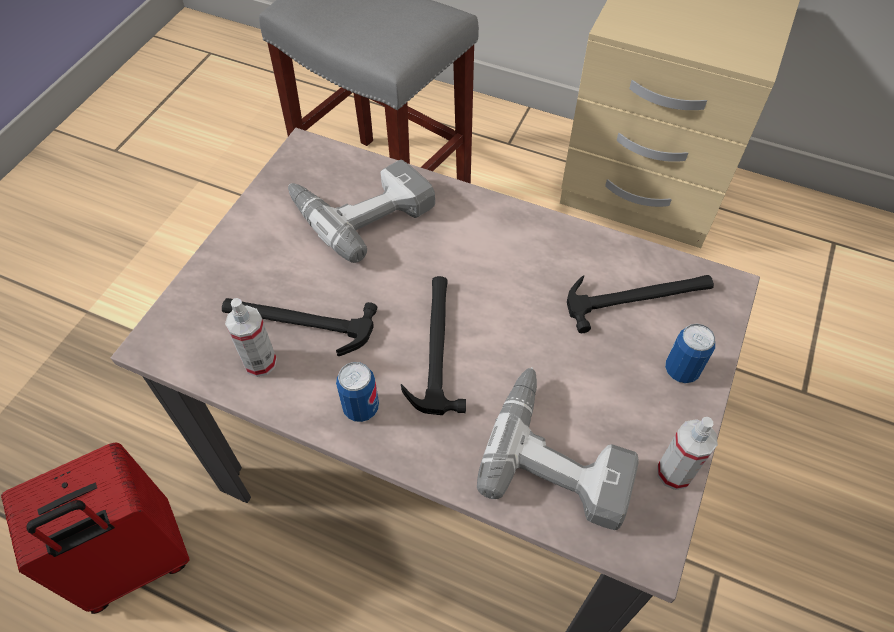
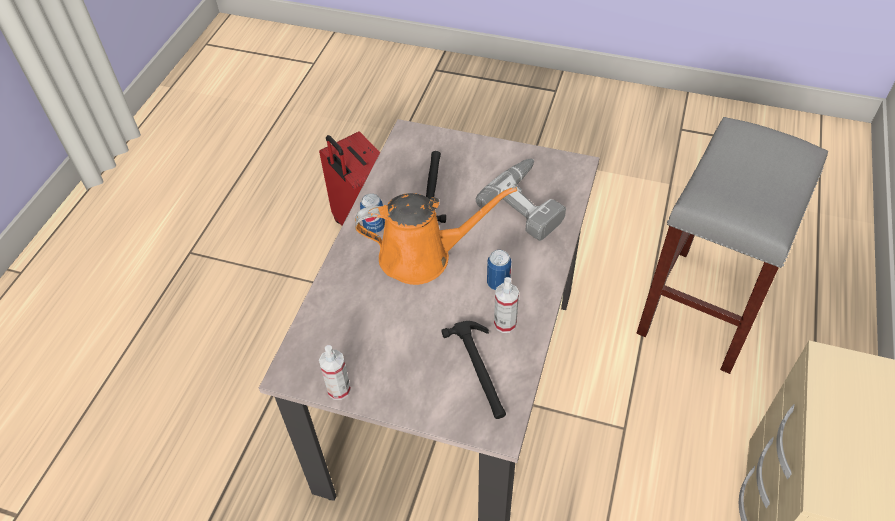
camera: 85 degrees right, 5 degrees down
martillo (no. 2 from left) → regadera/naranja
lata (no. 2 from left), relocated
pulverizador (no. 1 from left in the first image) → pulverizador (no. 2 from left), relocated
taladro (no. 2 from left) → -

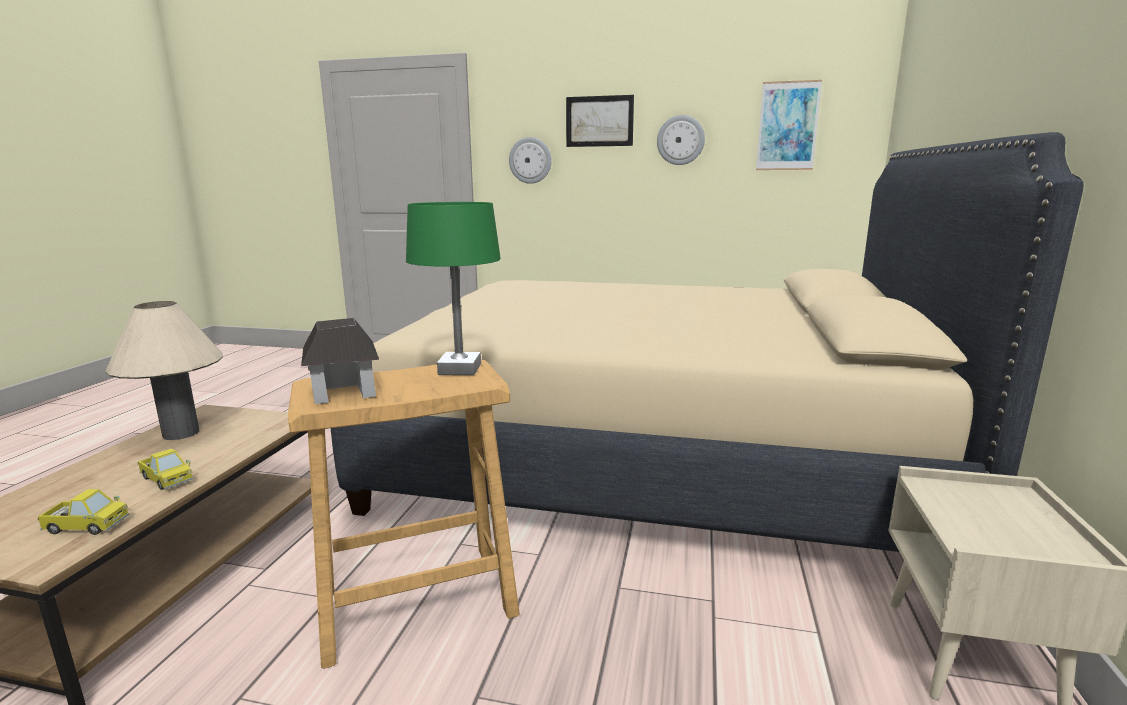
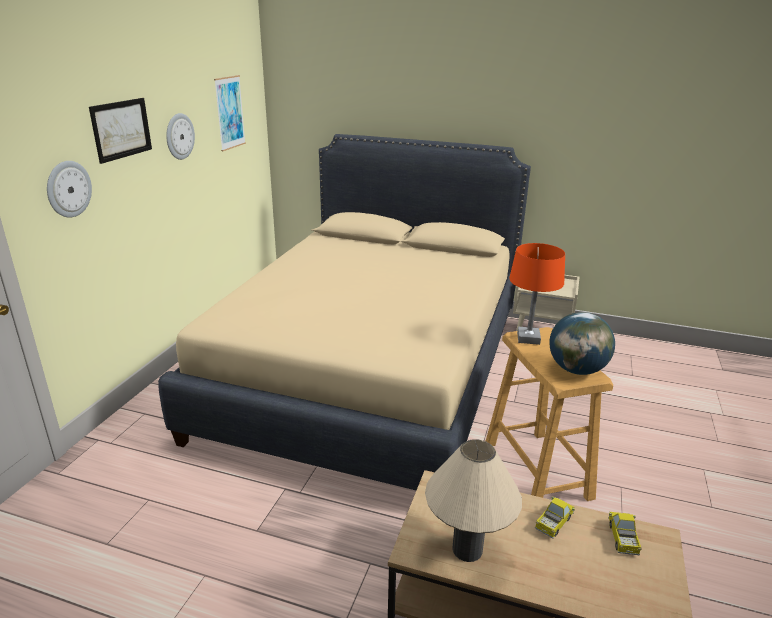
camera: 85 degrees left, 10 degrees up
lámpara de mesa/verde → lámpara de mesa/naranja
casita → globo terráqueo

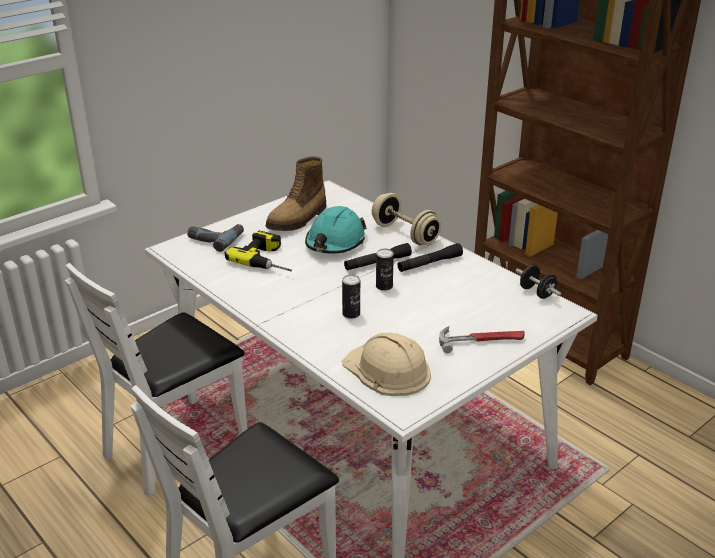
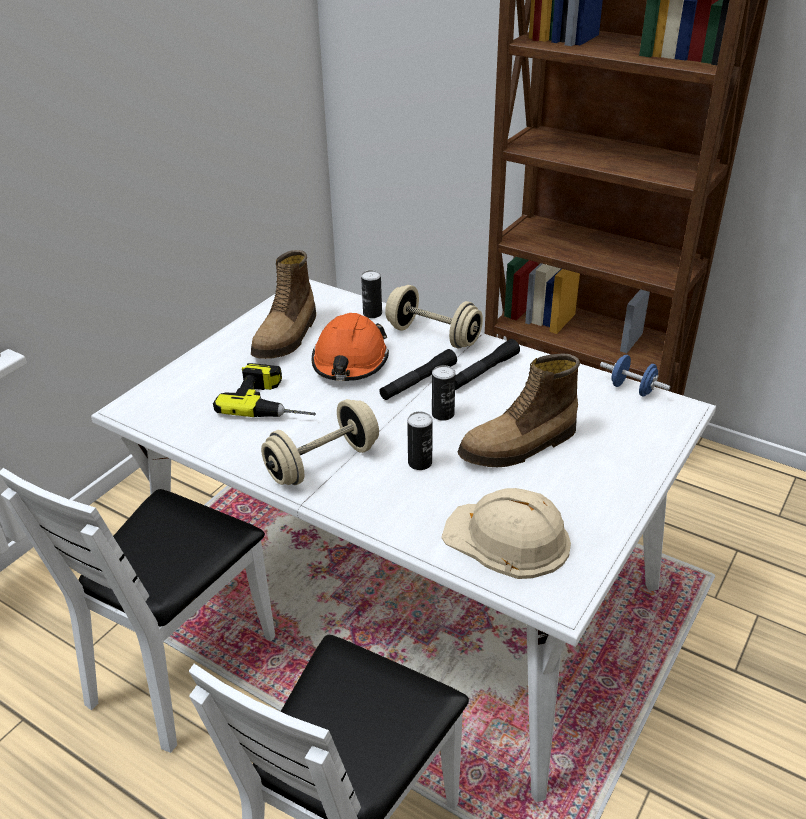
camera: 15 degrees left, 5 degrees up
- → mancuerna/beis (no. 1 from left)
casco/turquesa → casco/naranja
- → lata (no. 1 from left)
- → bota (no. 2 from left)
mancuerna/negro → mancuerna/azul
taladro (no. 1 from left) → -
martillo → -

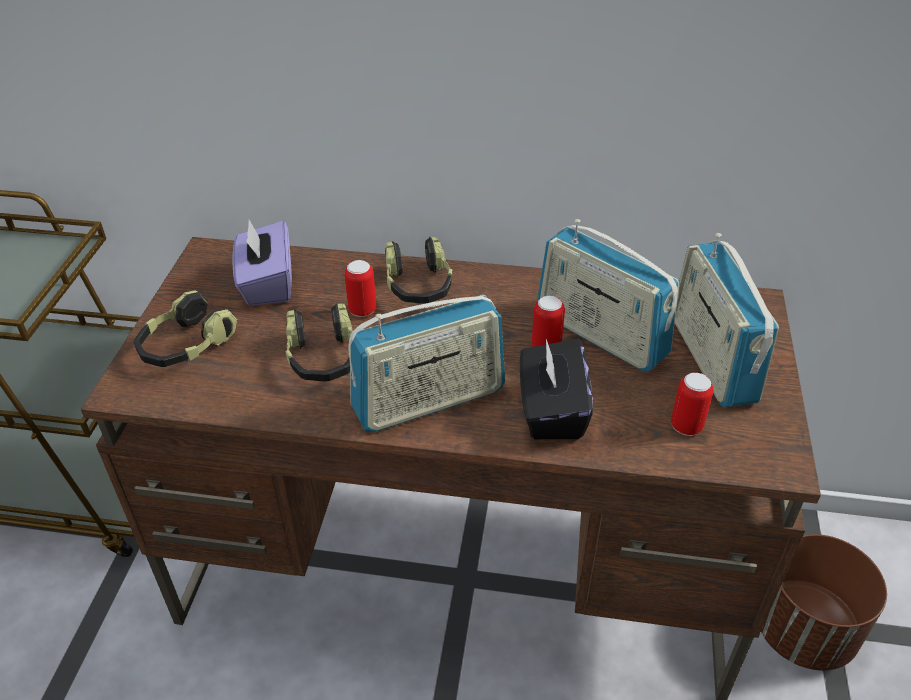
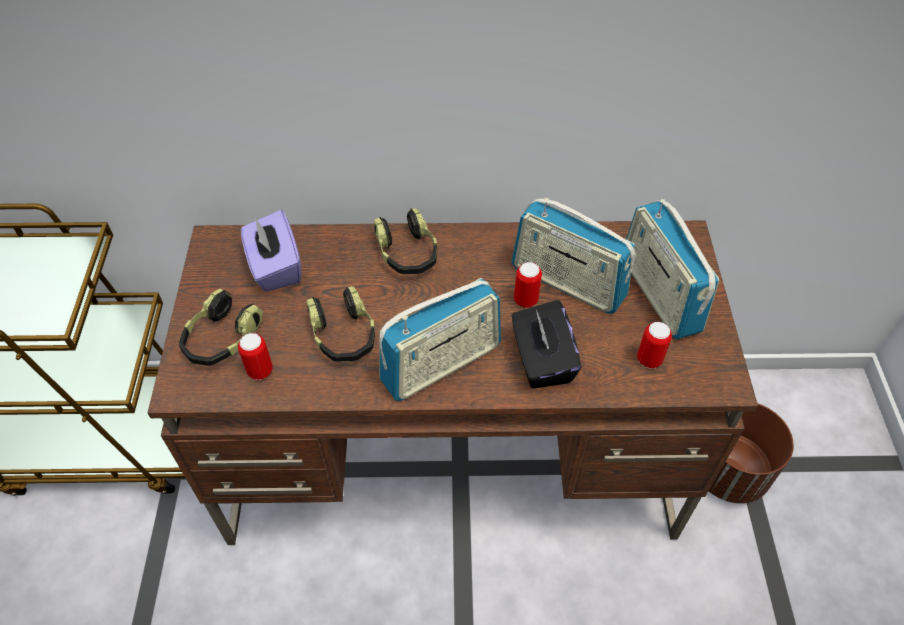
camera: 10 degrees left, 10 degrees up
lata (no. 1 from left), relocated

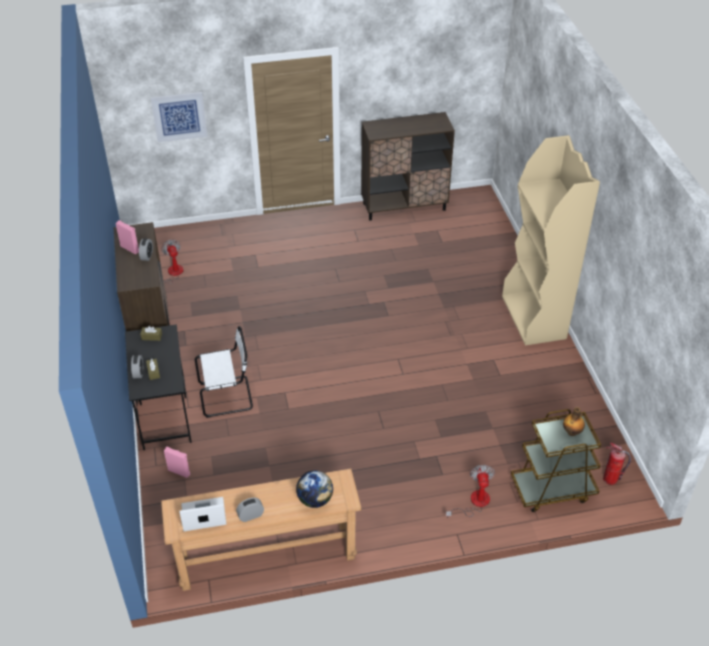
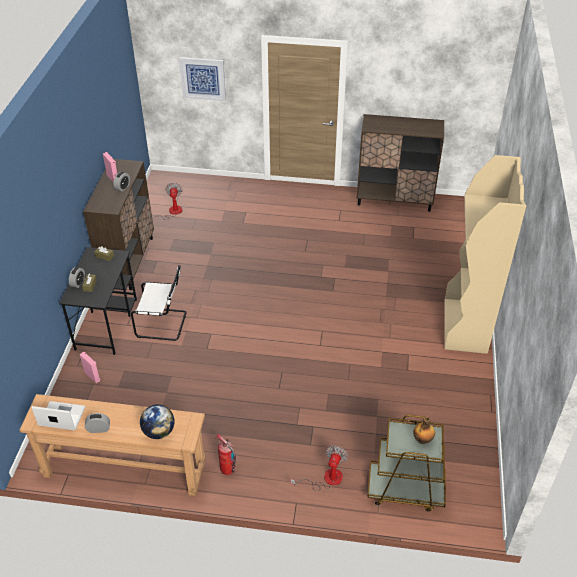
camera: 20 degrees right, 0 degrees up
extintor, relocated

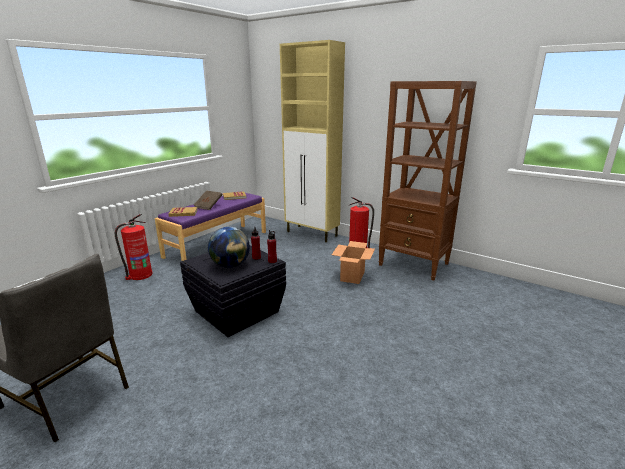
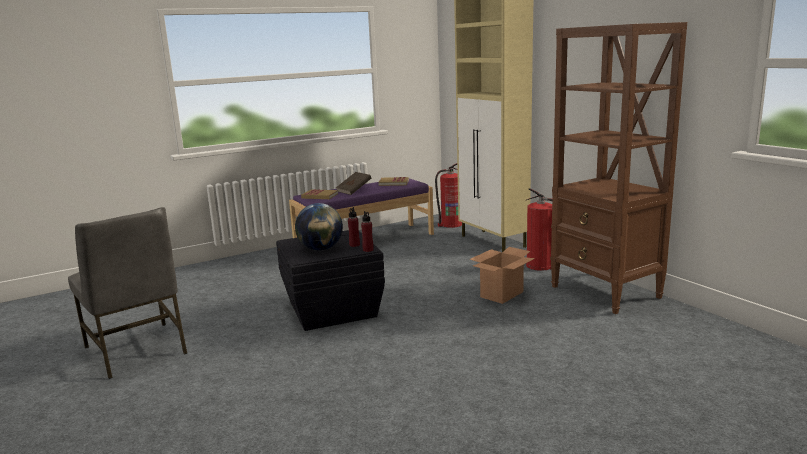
camera: 25 degrees right, 5 degrees down
extintor (no. 1 from left), relocated

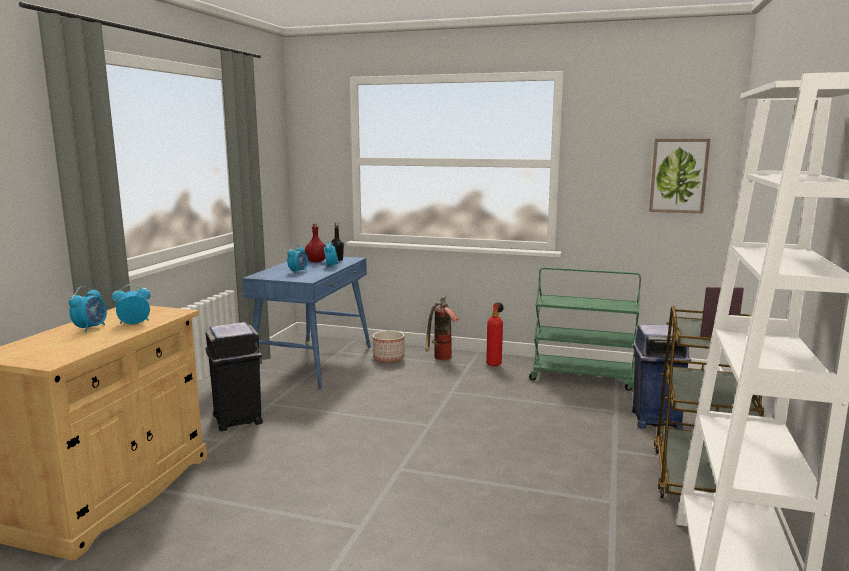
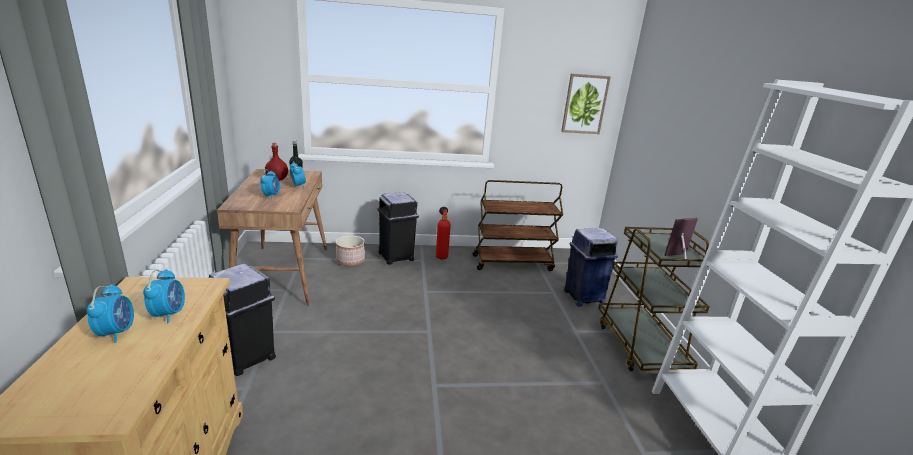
camera: 25 degrees left, 10 degrees up
despertador (no. 2 from left), 135 degrees clockwise
escritorio/azul → escritorio/marrón
extintor (no. 1 from left) → papelera/negro (no. 2 from left)
carrito/verde → carrito/marrón (no. 1 from left)

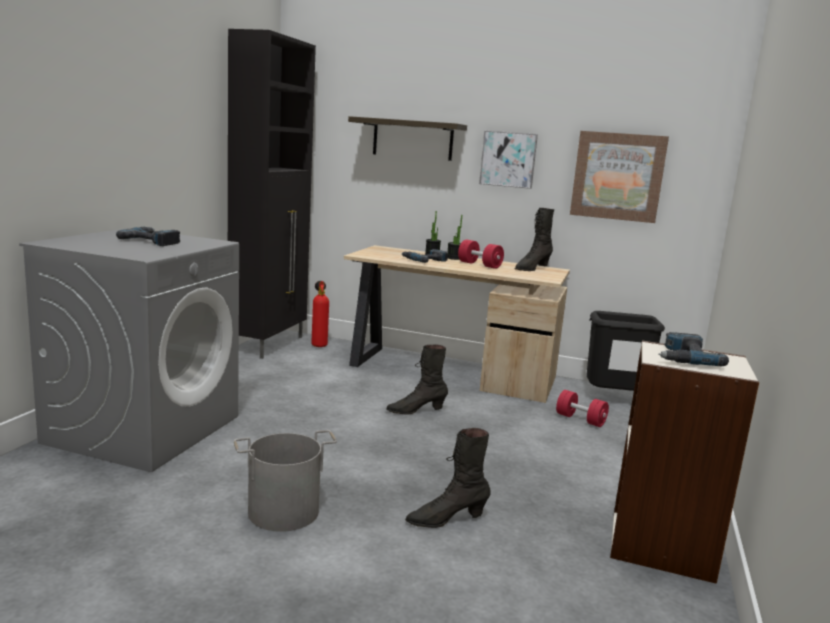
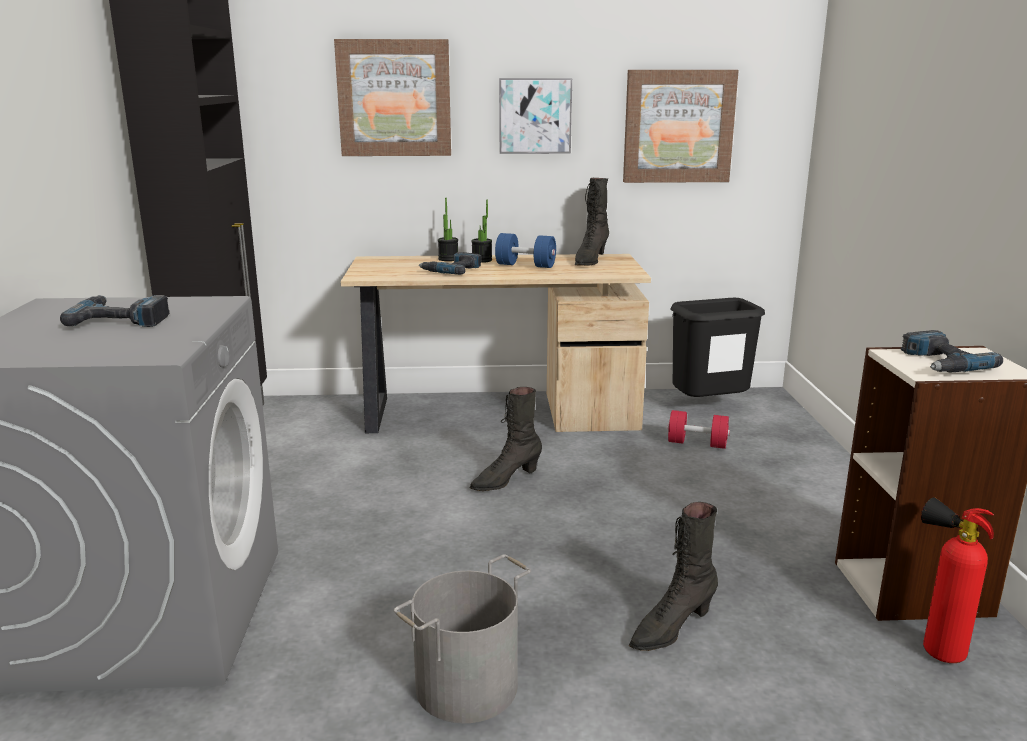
camera: 20 degrees left, 5 degrees up
estante → cuadro (no. 1 from left)
mancuerna/rojo (no. 1 from left) → mancuerna/azul
extintor, relocated

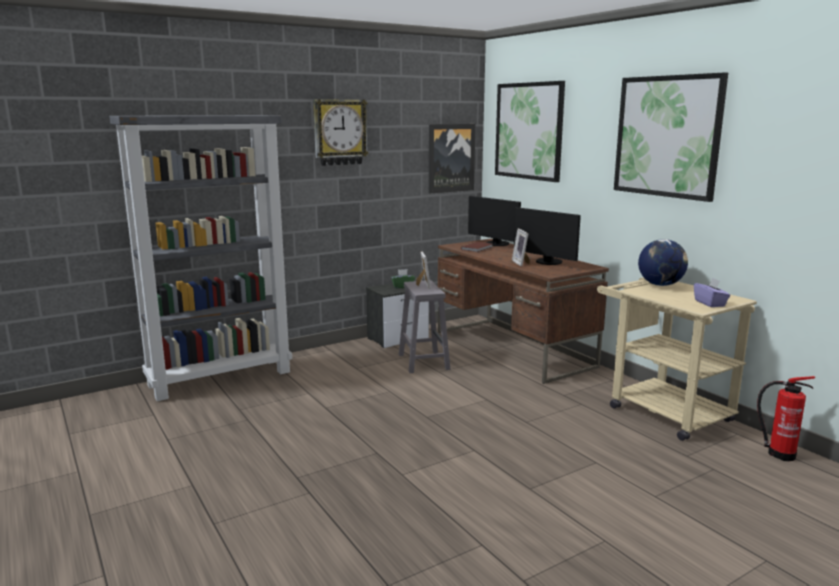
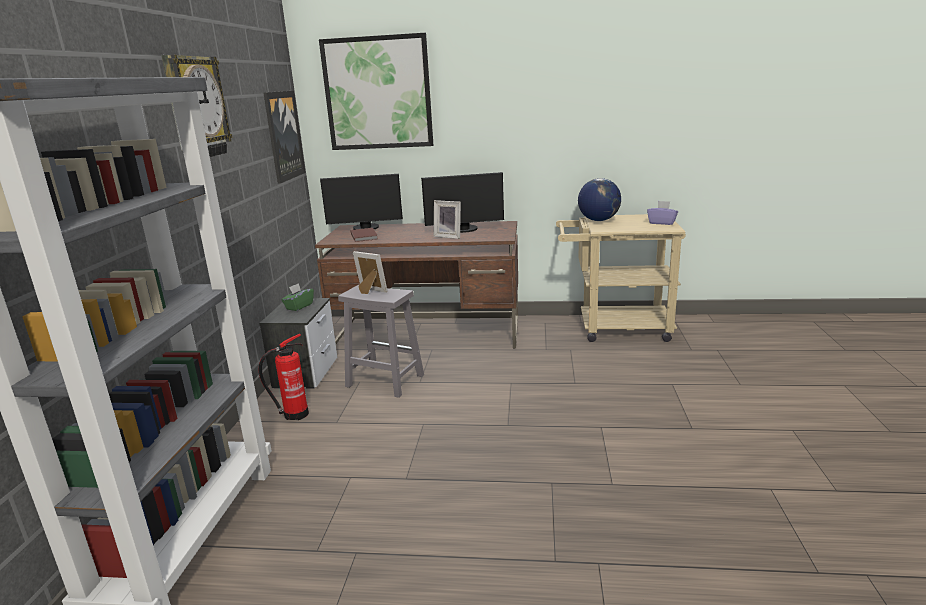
camera: 50 degrees left, 5 degrees up
extintor, relocated
cuadro (no. 3 from left) → -

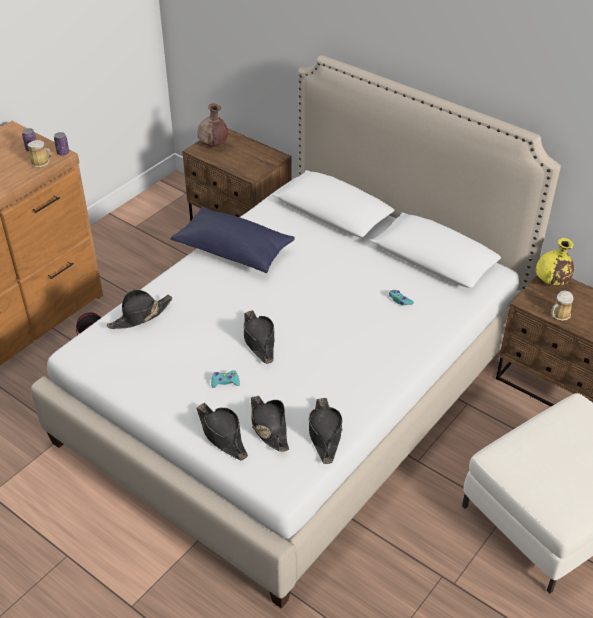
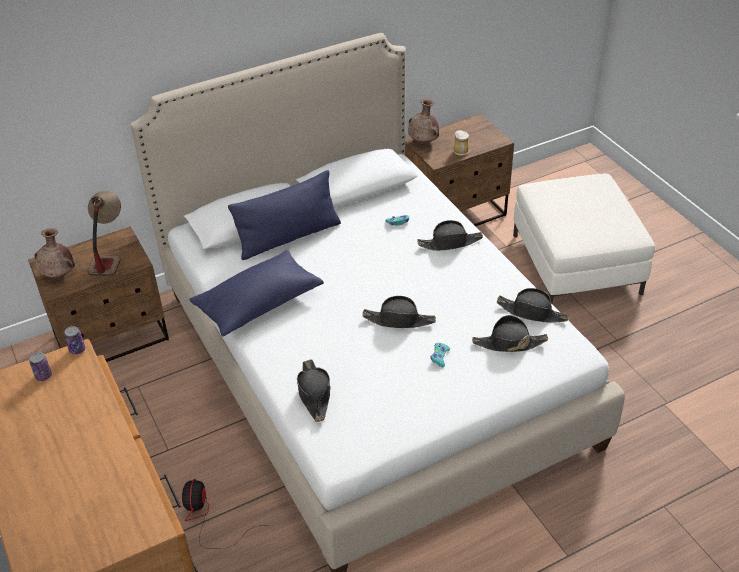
camera: 65 degrees left, 0 degrees up
- → lámpara de mesa
- → cojín/azul (no. 2 from left)
florero/amarillo → florero/marrón (no. 2 from left)
sombrero/negro (no. 2 from left in the first image) → sombrero/negro (no. 3 from left), relocated
taza grande (no. 1 from left) → -

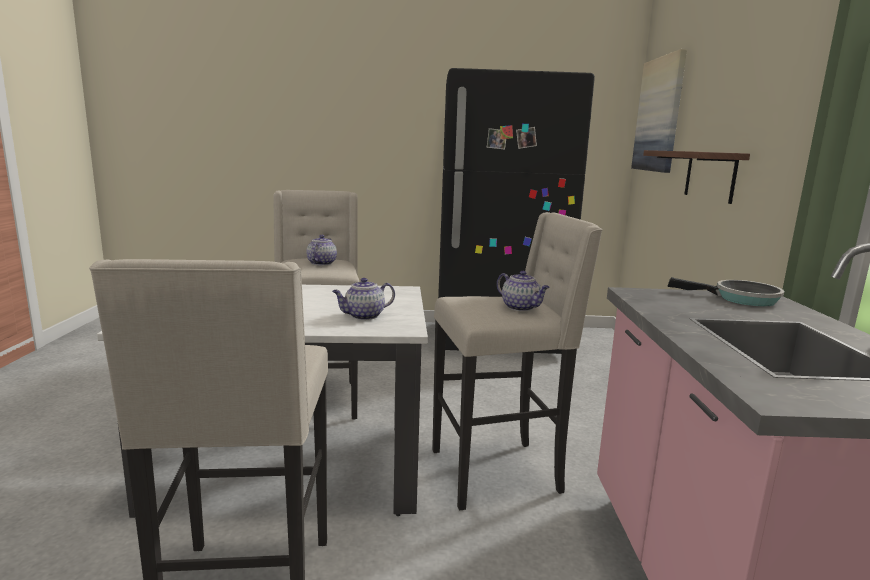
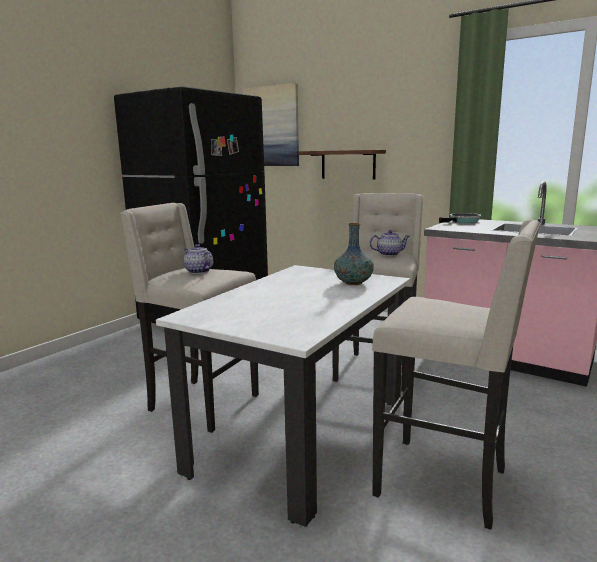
camera: 55 degrees left, 0 degrees up
tetera (no. 2 from left) → florero

